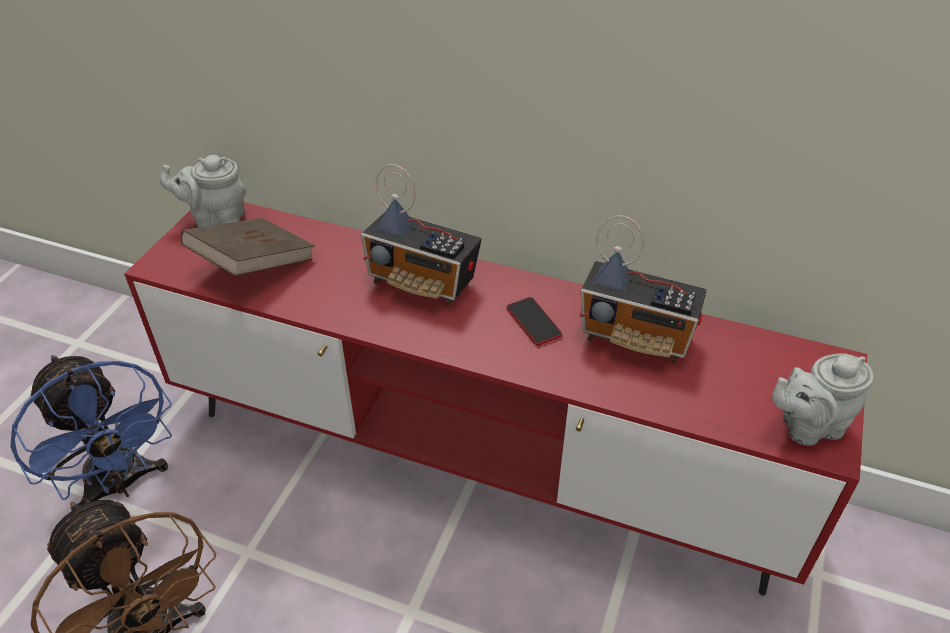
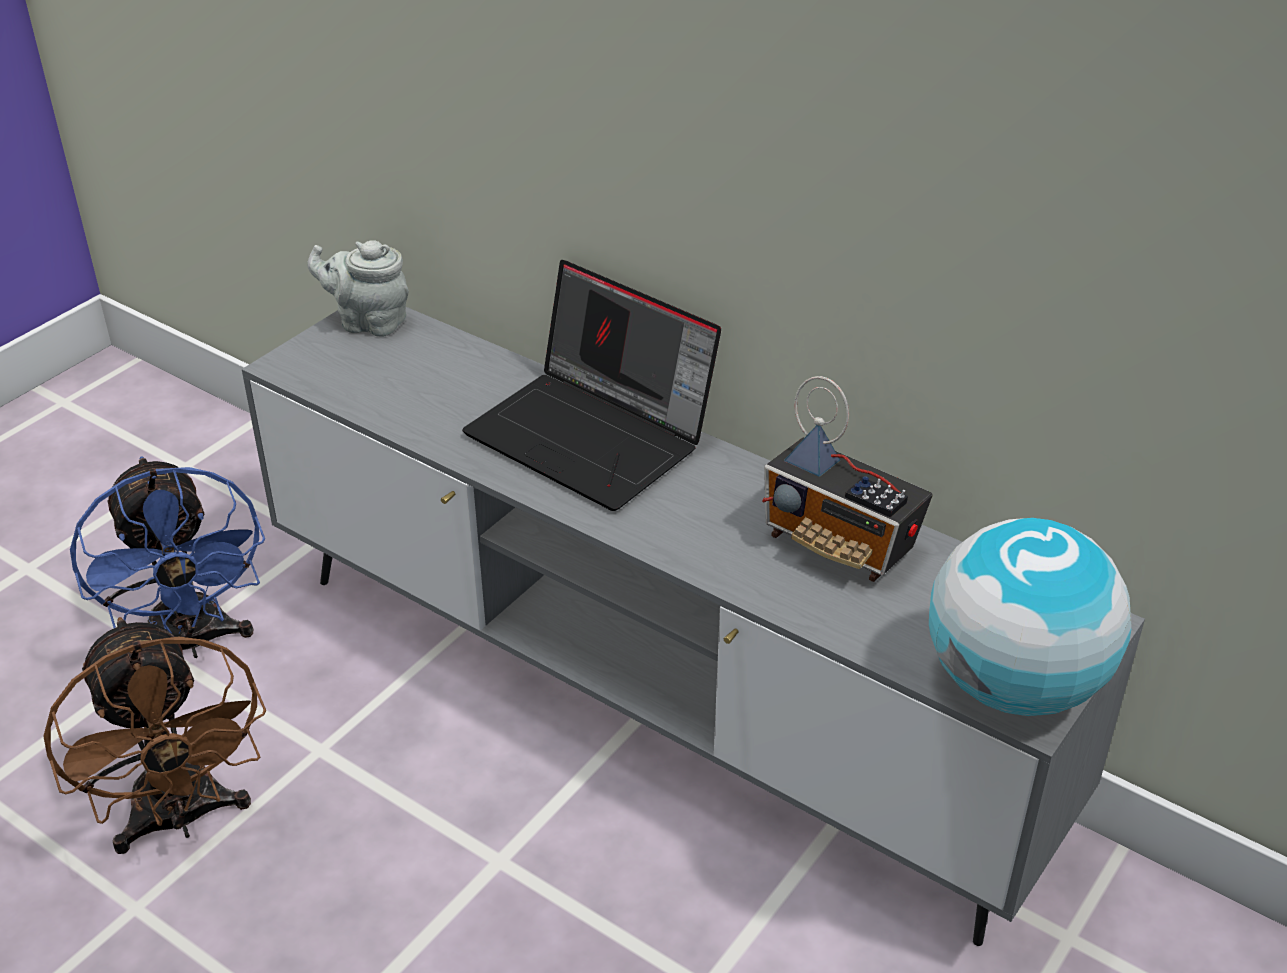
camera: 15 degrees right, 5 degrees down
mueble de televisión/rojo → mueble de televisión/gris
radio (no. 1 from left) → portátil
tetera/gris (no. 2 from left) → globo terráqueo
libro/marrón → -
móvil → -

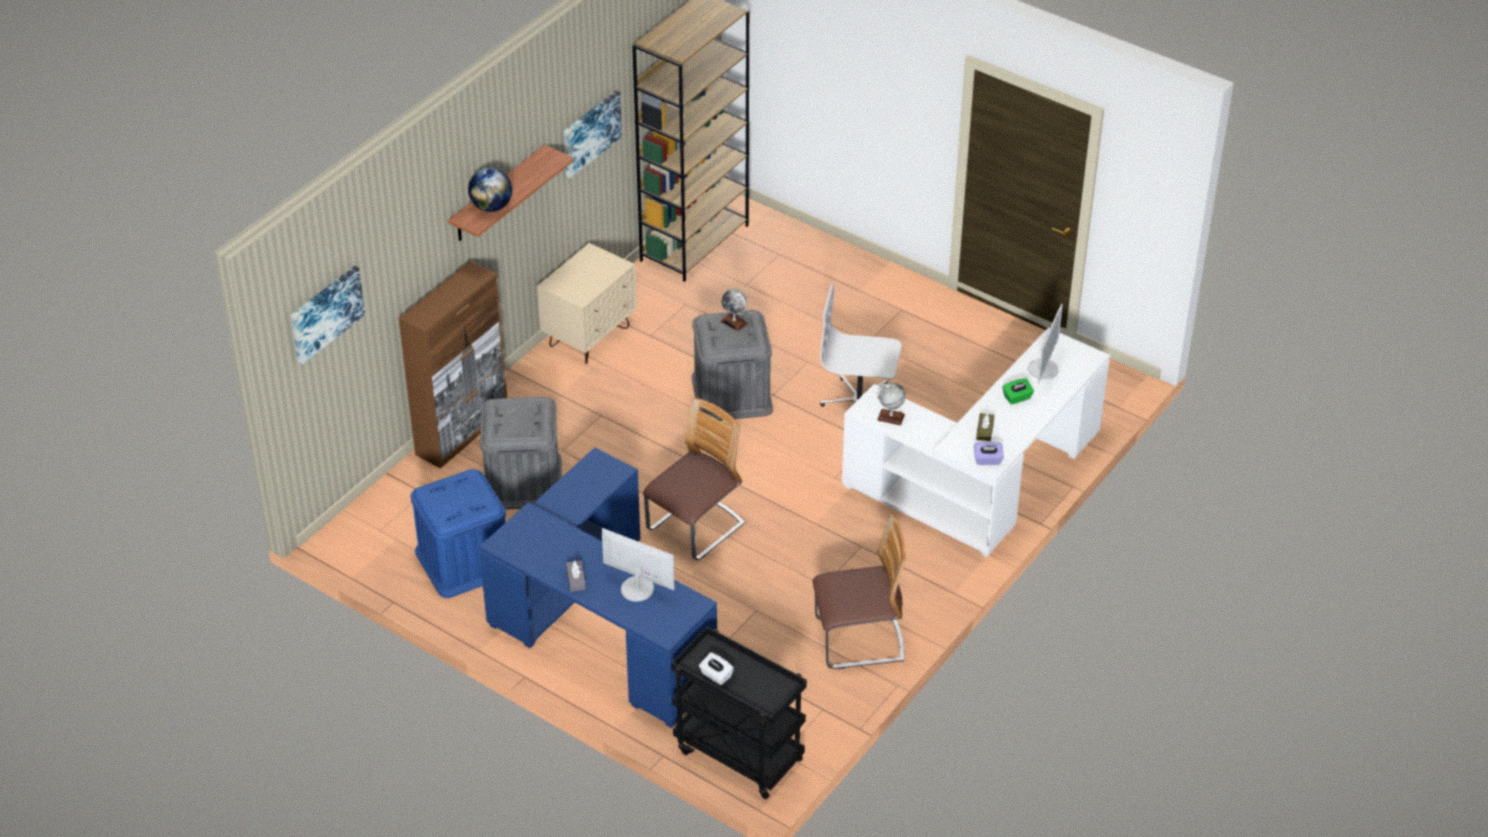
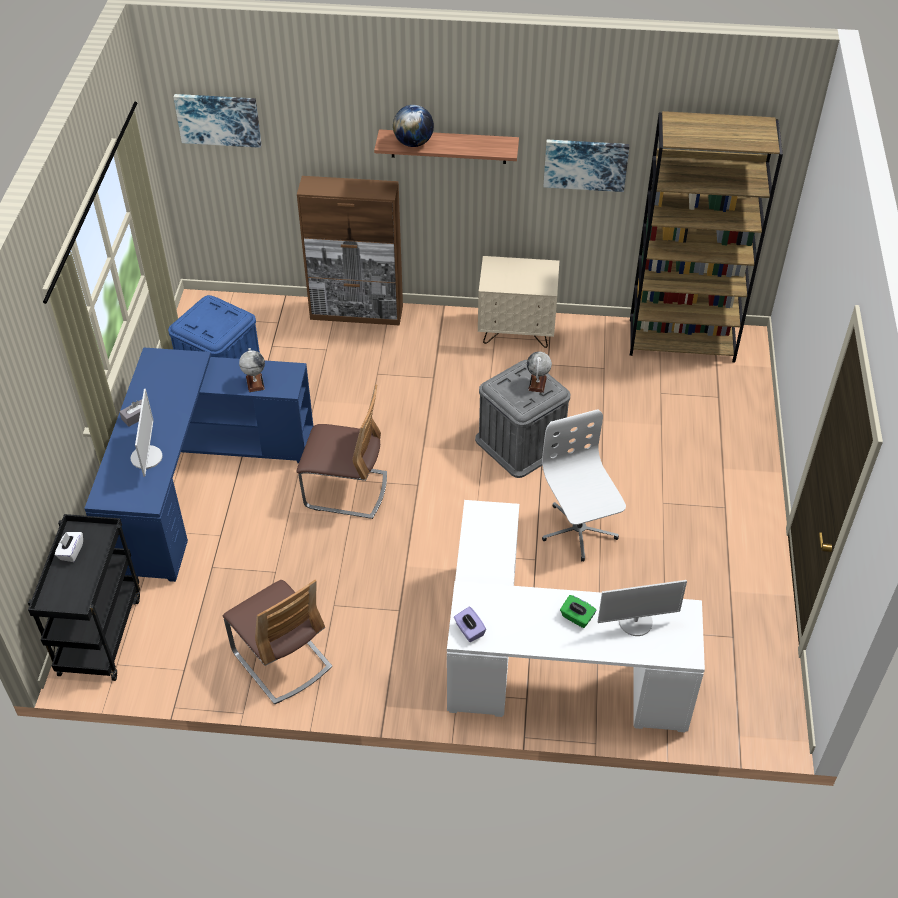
camera: 60 degrees right, 5 degrees up
globo terráqueo (no. 3 from left in the first image) → globo terráqueo (no. 1 from left), relocated
caja de almacenaje/gris (no. 1 from left) → -
caja de pañuelos/marrón → -

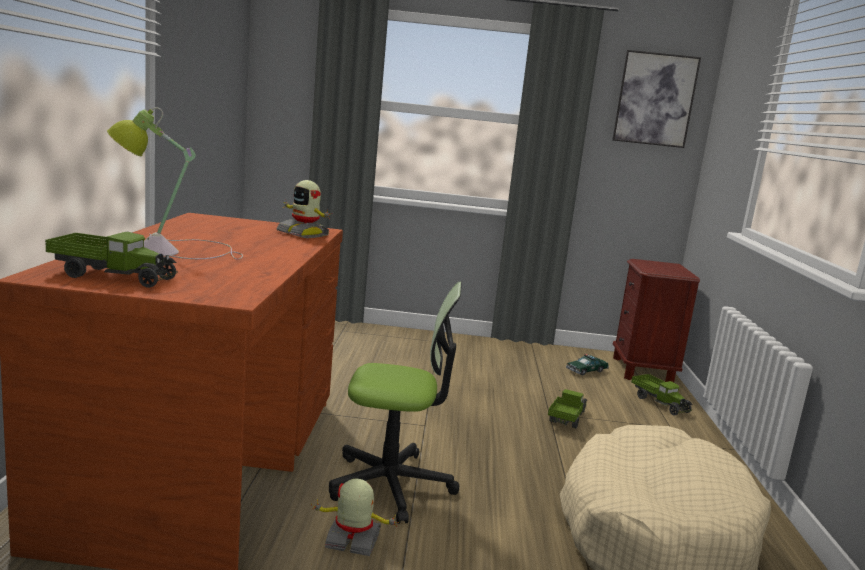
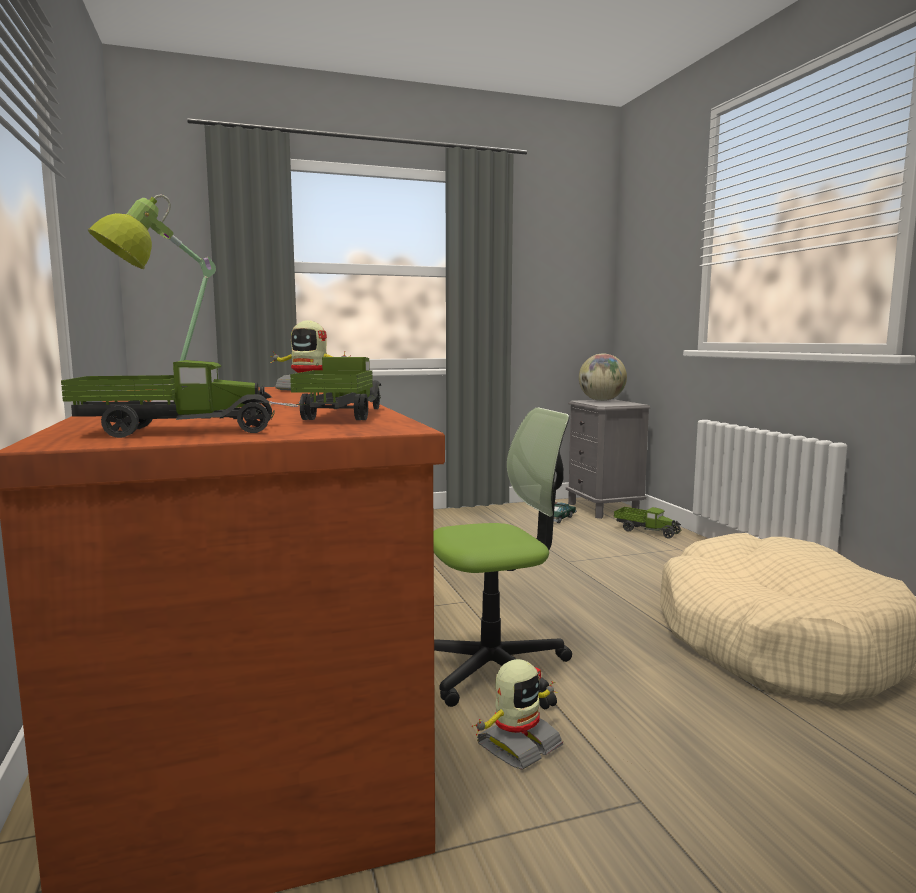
camera: 20 degrees left, 5 degrees down
camión de juguete (no. 2 from left), relocated
robot de juguete (no. 2 from left), 150 degrees clockwise
mesita de noche/marrón → mesita de noche/gris
- → globo terráqueo
cuadro → -

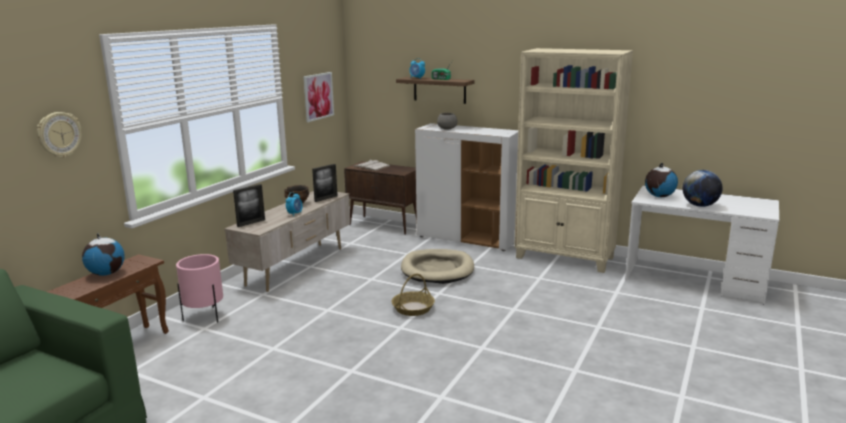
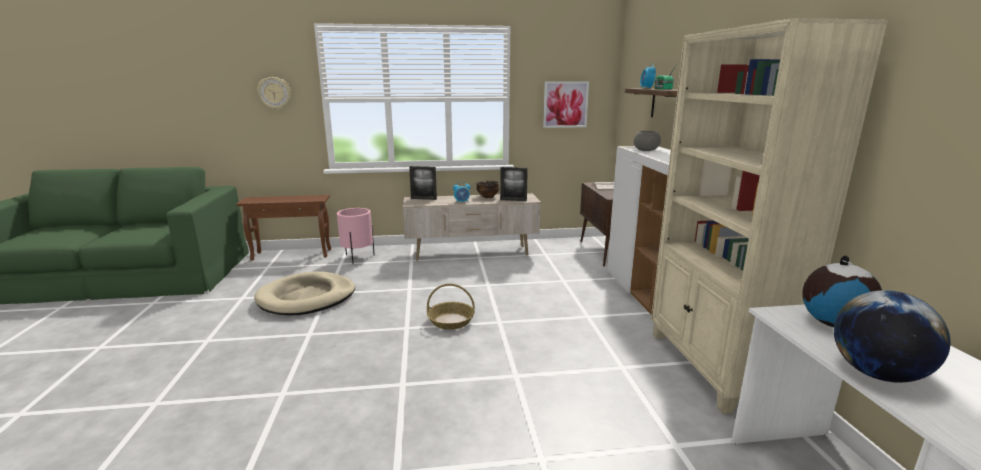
camera: 55 degrees right, 0 degrees up
cama para perro/beis, relocated
globo terráqueo (no. 1 from left) → -

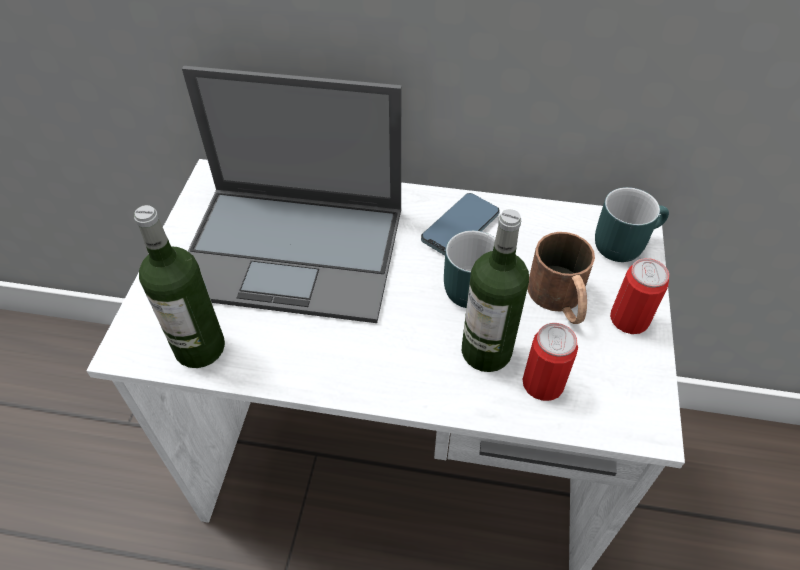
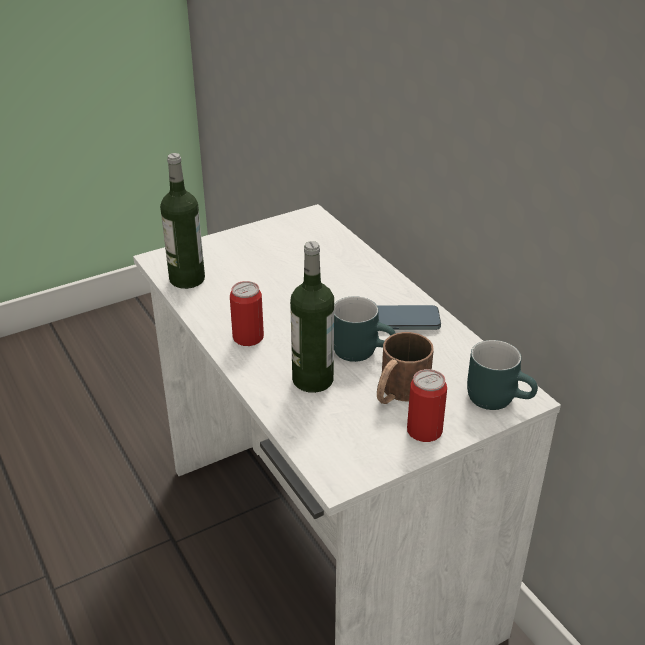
camera: 50 degrees right, 15 degrees down
lata (no. 1 from left), relocated
portátil → -

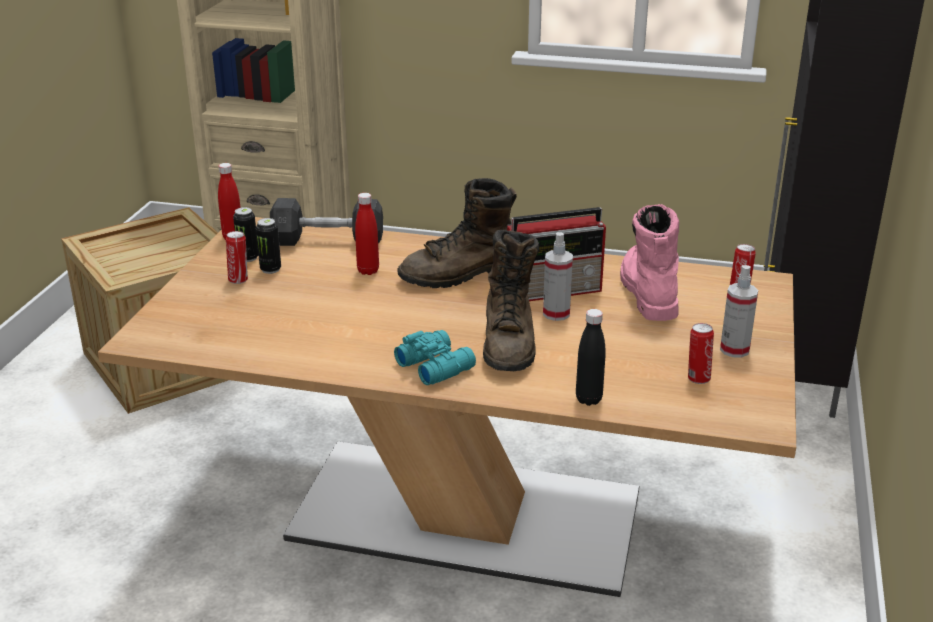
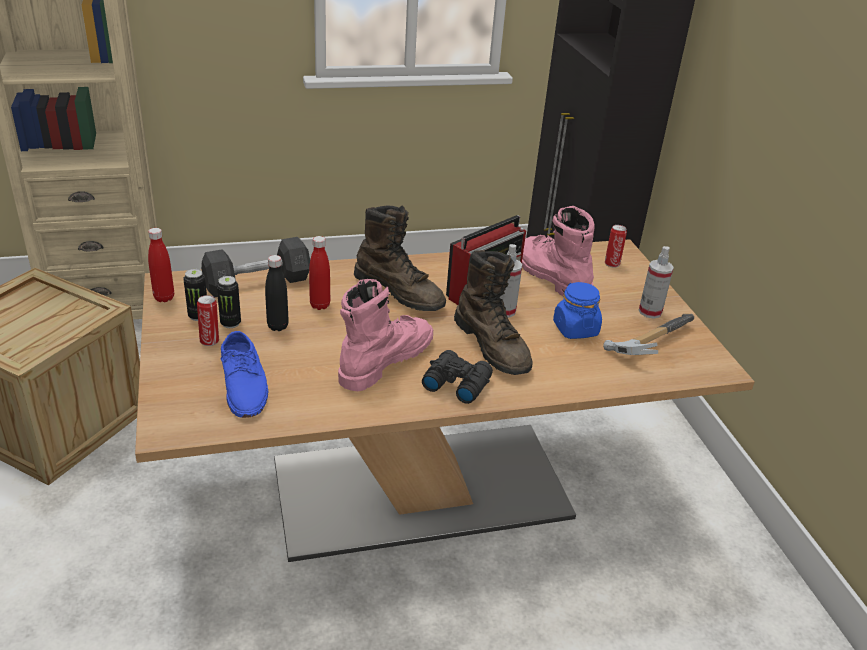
camera: 30 degrees left, 5 degrees up
- → zapato/azul
botella/negro, relocated
- → bota/rosa (no. 1 from left)
bota/marrón (no. 1 from left), 90 degrees counterclockwise
prismáticos/turquesa → prismáticos/negro
- → tarro/azul
lata (no. 4 from left) → martillo

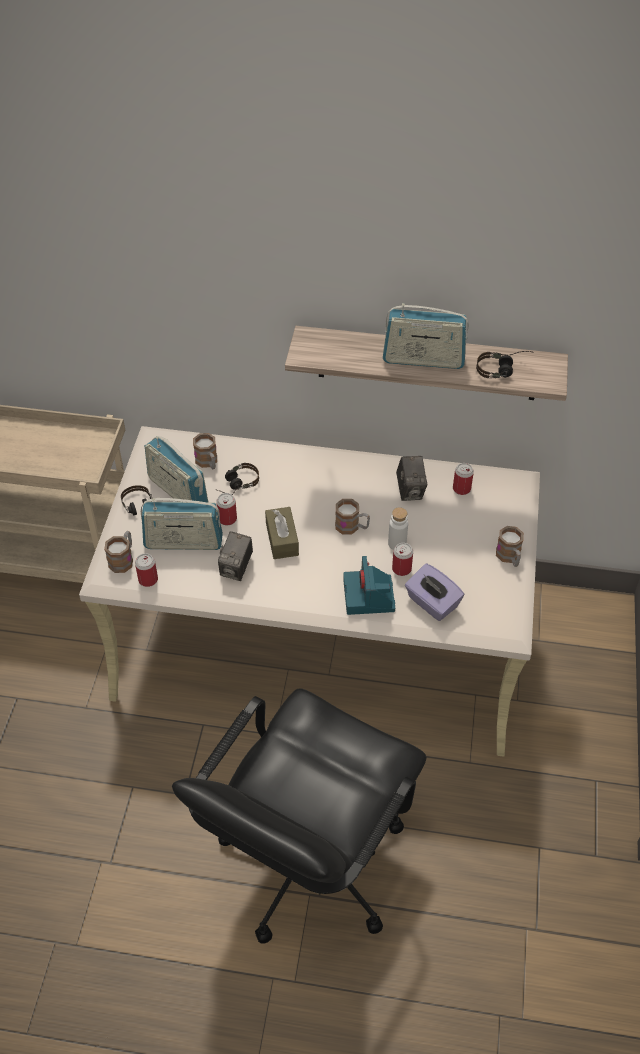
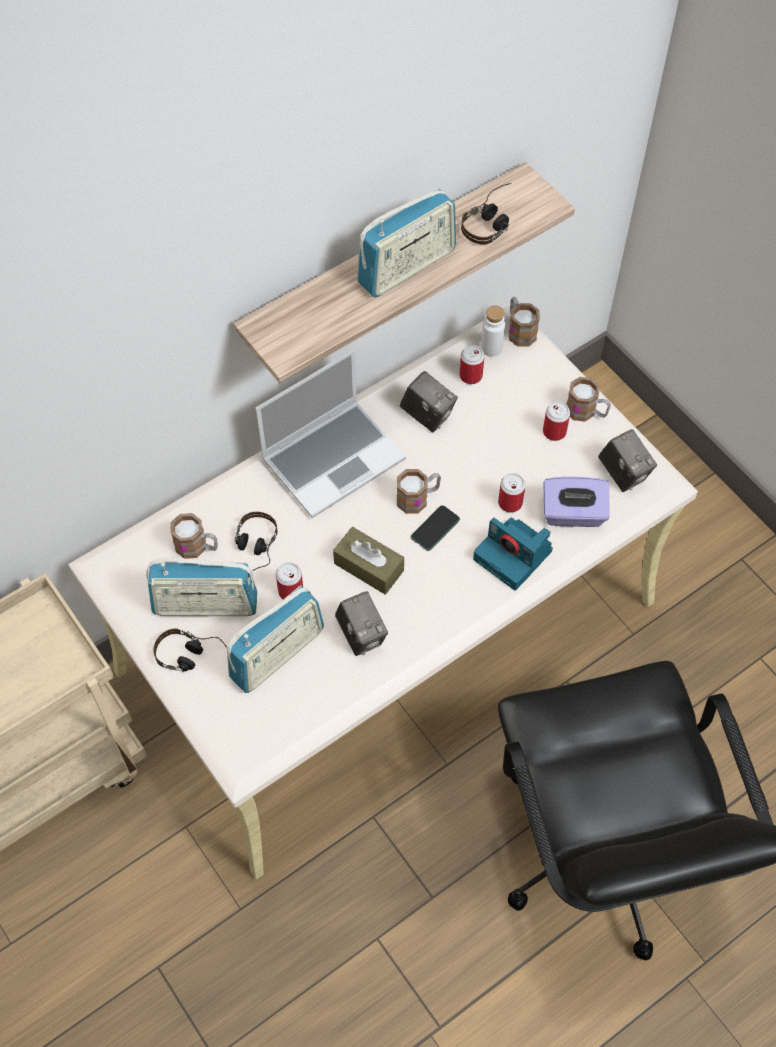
camera: 45 degrees left, 10 degrees up
- → portátil
- → móvil
botella/blanco, relocated
taza grande (no. 1 from left in the first image) → taza grande (no. 3 from left), relocated
lata (no. 1 from left in the first image) → lata (no. 4 from left), relocated
- → cámara (no. 4 from left)

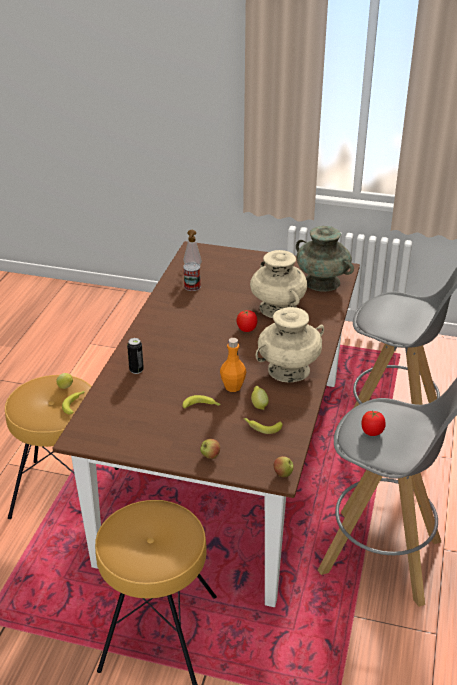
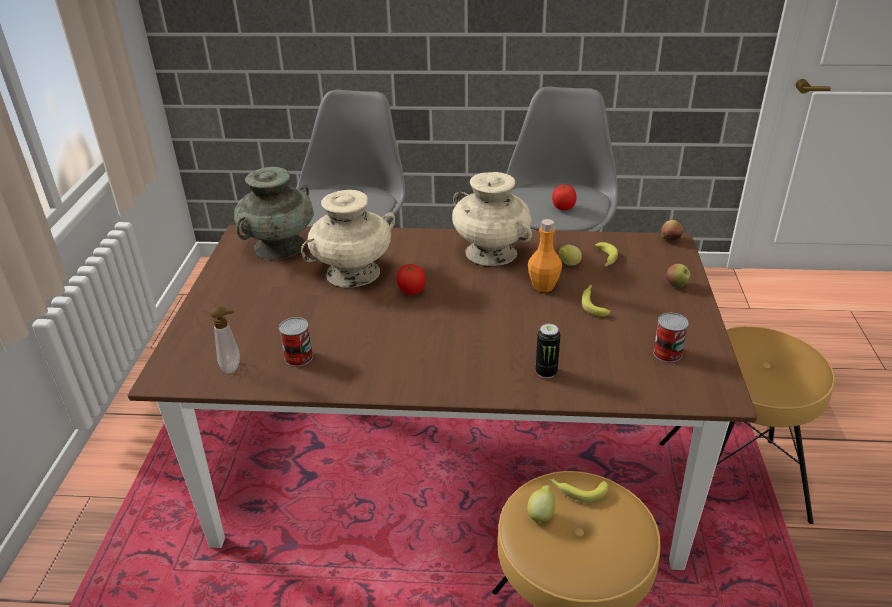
camera: 100 degrees left, 0 degrees up
- → lata (no. 3 from left)

